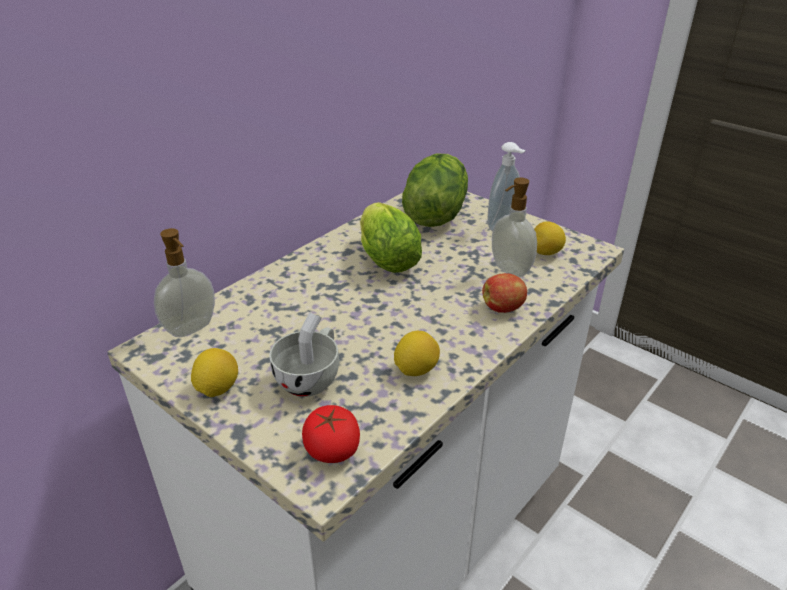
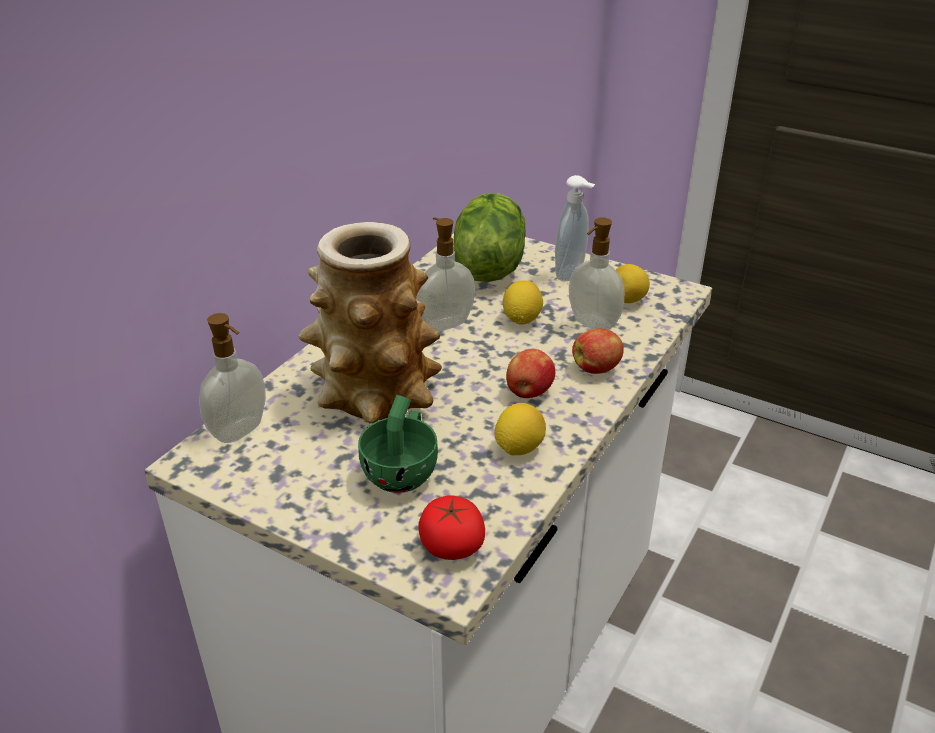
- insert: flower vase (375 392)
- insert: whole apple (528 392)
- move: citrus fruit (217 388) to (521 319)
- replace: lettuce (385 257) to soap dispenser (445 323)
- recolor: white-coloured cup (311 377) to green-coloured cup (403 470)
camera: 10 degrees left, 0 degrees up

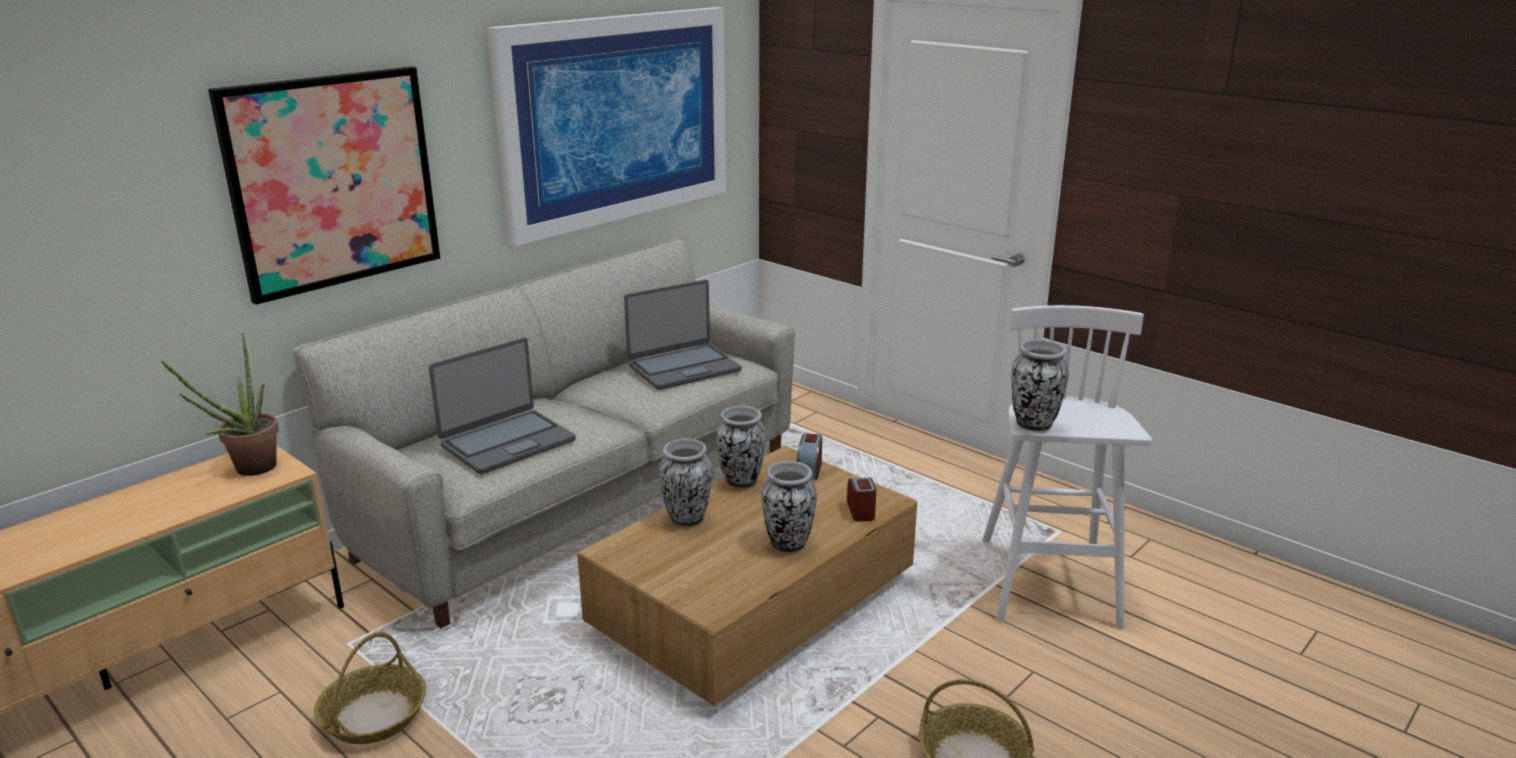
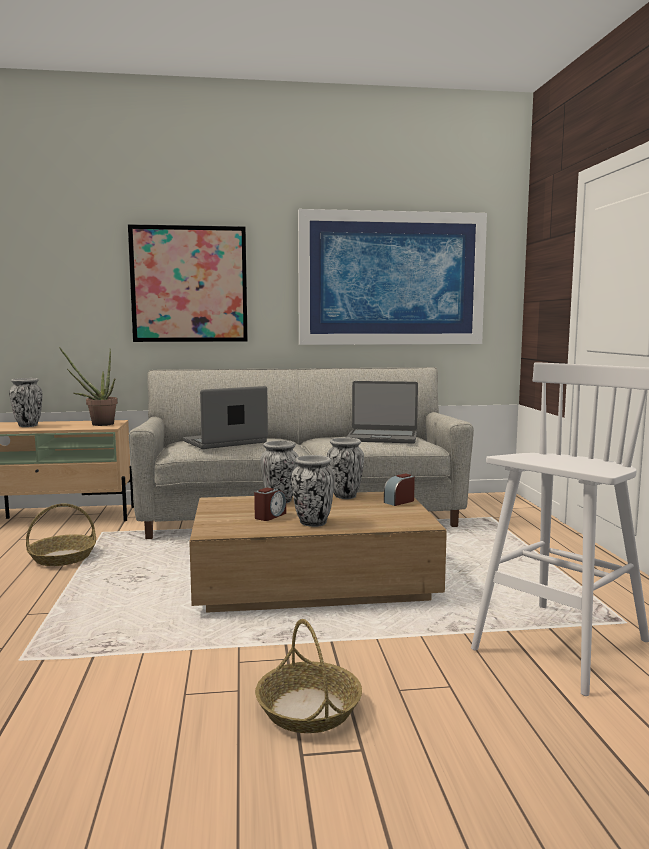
- move: table clock (861 511) to (270 516)
- move: flower vase (1033 425) to (27 426)
- rotate: notebook computer (507 443) = (225 442) 150 degrees clockwise
camera: 40 degrees right, 15 degrees down

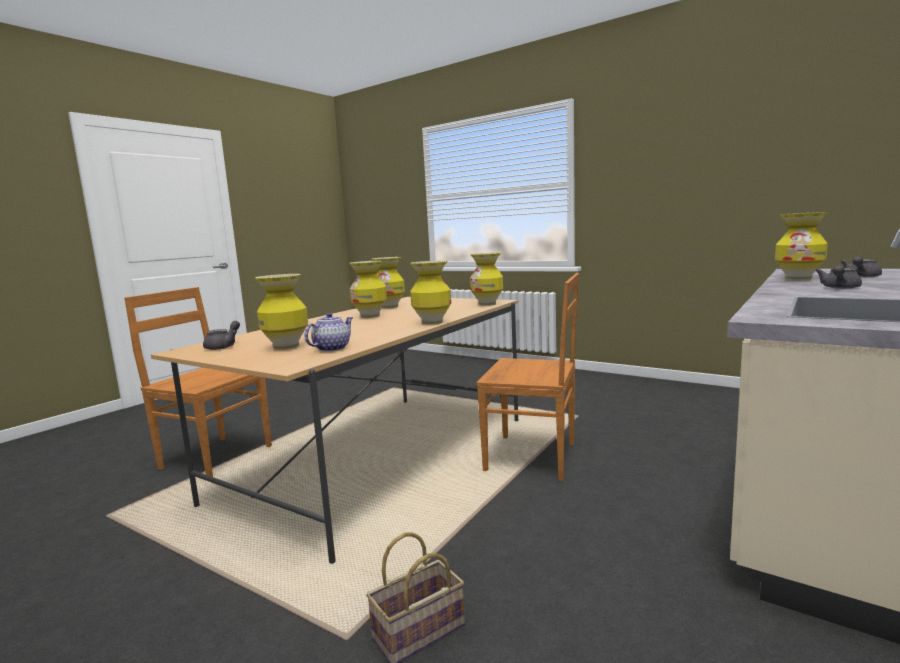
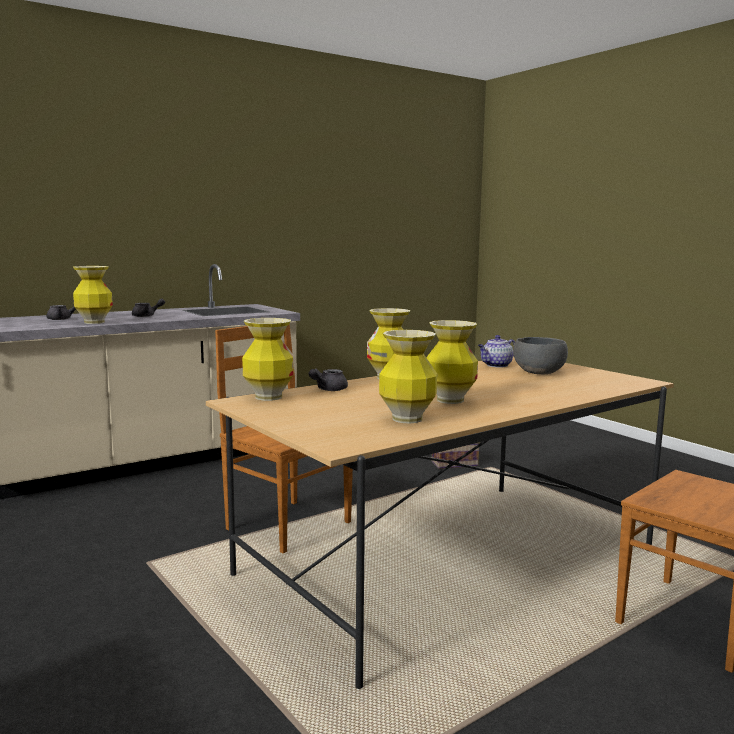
- move: grey tea pot (224 346) to (328 389)
- replace: flower vase (286 347) to grey deep dish (538 372)
camera: 160 degrees left, 0 degrees up

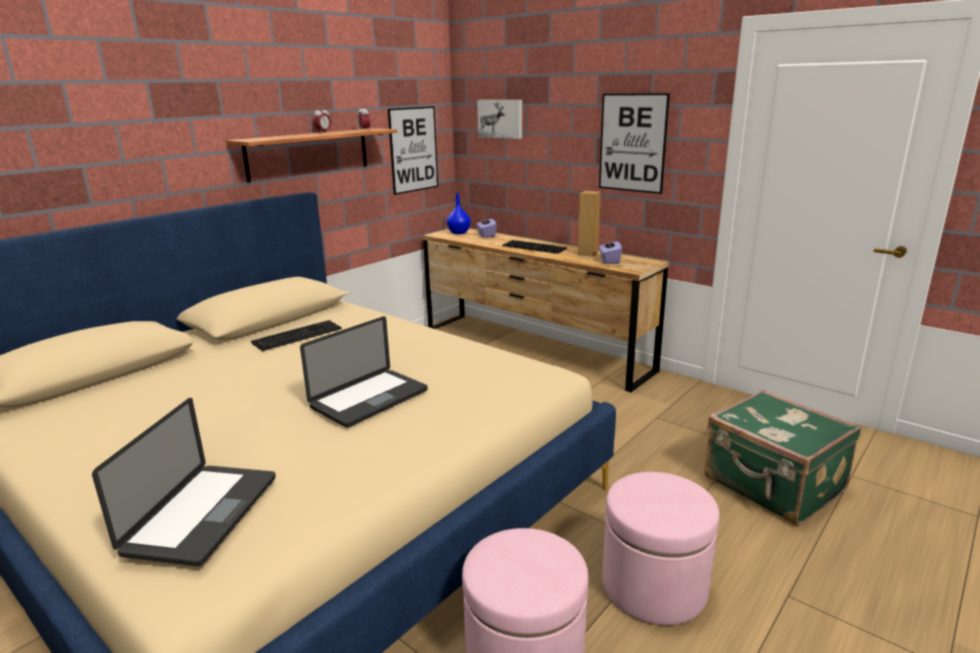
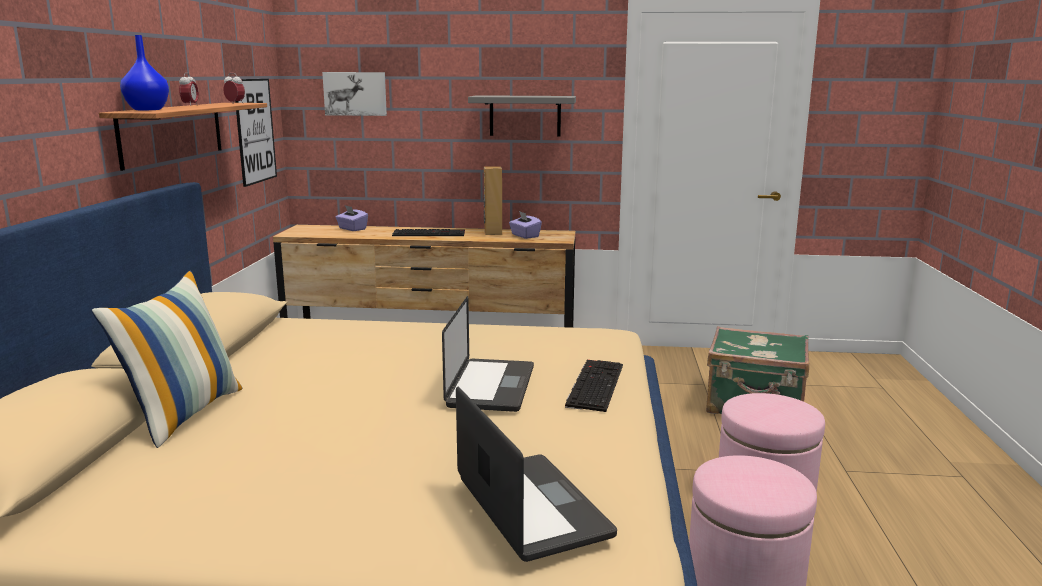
- insert: cushion (183 414)
- move: PC keyboard (298 335) to (594 384)
- move: bluish flower vase (459 233) to (148 109)
- replace: wall picture (632 143) to grey bracket shelf (525 115)
camera: 35 degrees left, 5 degrees down

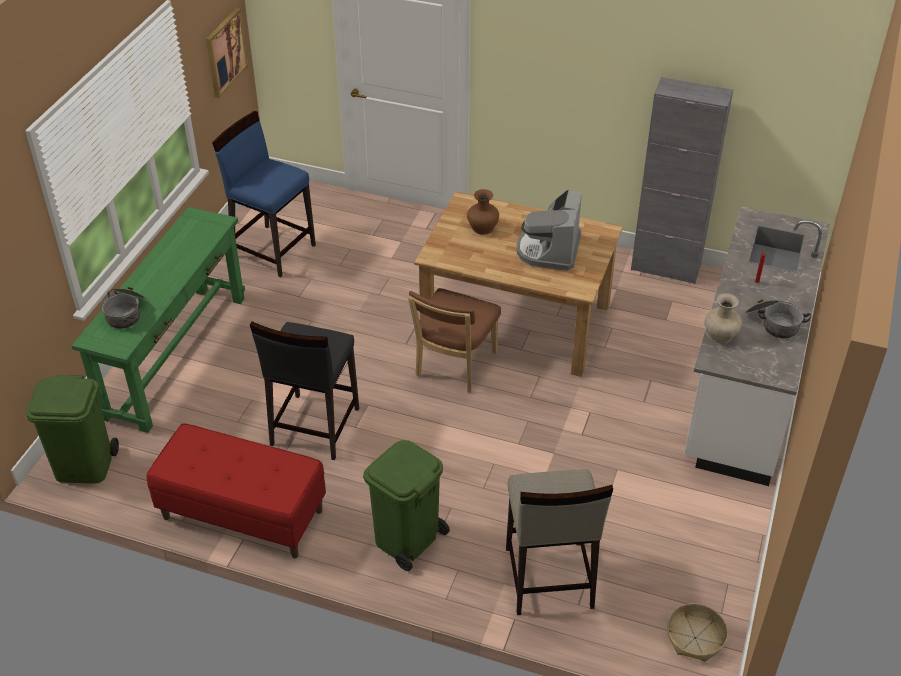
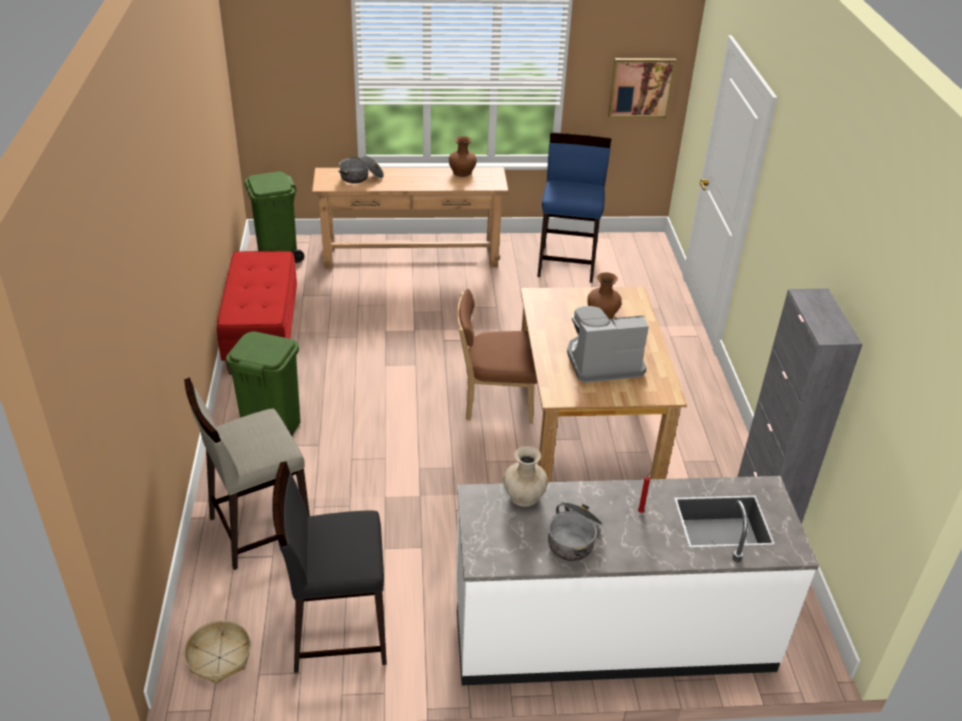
- insert: brown-coloured flower vase (461 172)
- move: black sitting stool (314 427) to (338 632)
- recolor: green-coloured narrow table (176 356) to brown-coloured narrow table (411 256)
camera: 65 degrees right, 5 degrees down

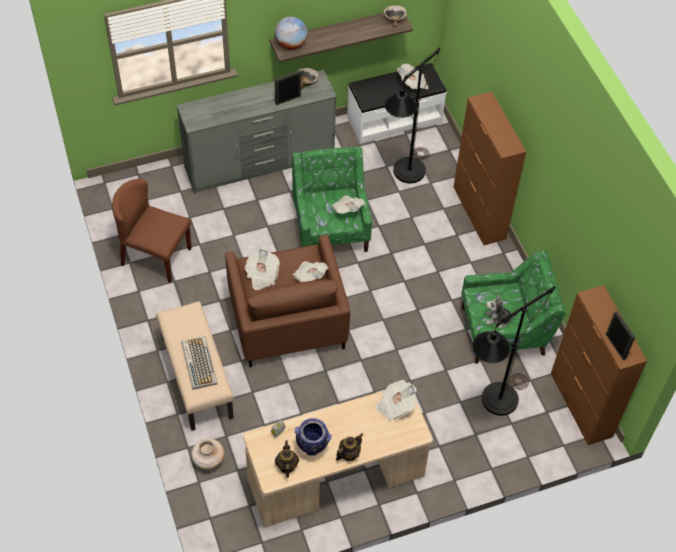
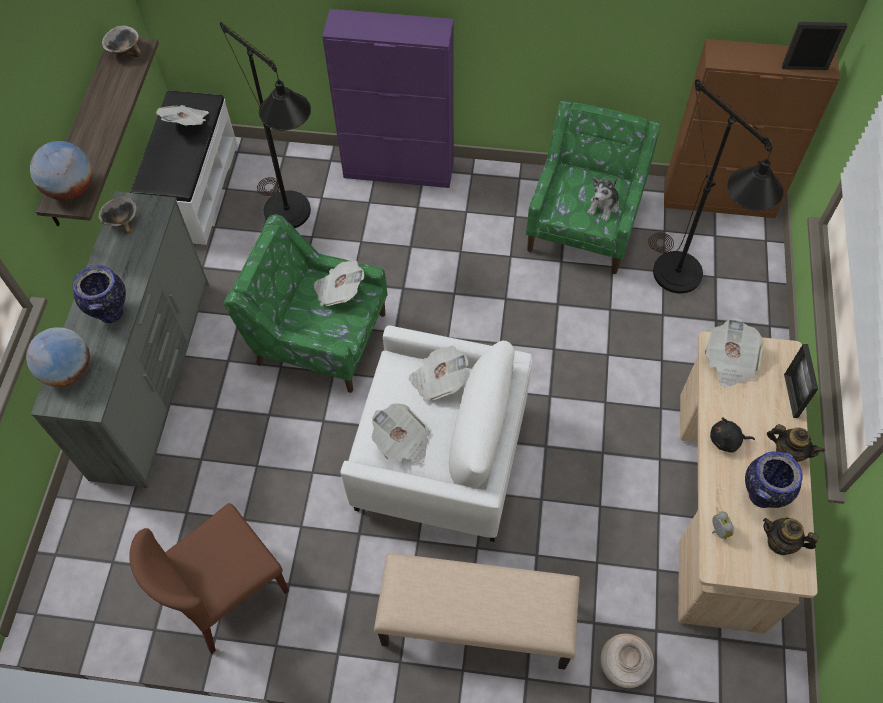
- delete: PC keyboard (198 363)
- insert: globe (68 371)
- insert: flower vase (111 312)
- insert: black soft toy (726 440)
- move: standing frame (288 99) to (791 395)
- recolor: brown-coloured easy chair (286 320) to white-coloured easy chair (440 458)
- recolor: brown-coloured storage cabinet (479 213) to purplish storage cabinet (399 170)
- rotate: tea pot (348 454) = (787 452) 135 degrees clockwise
camera: 60 degrees left, 5 degrees up

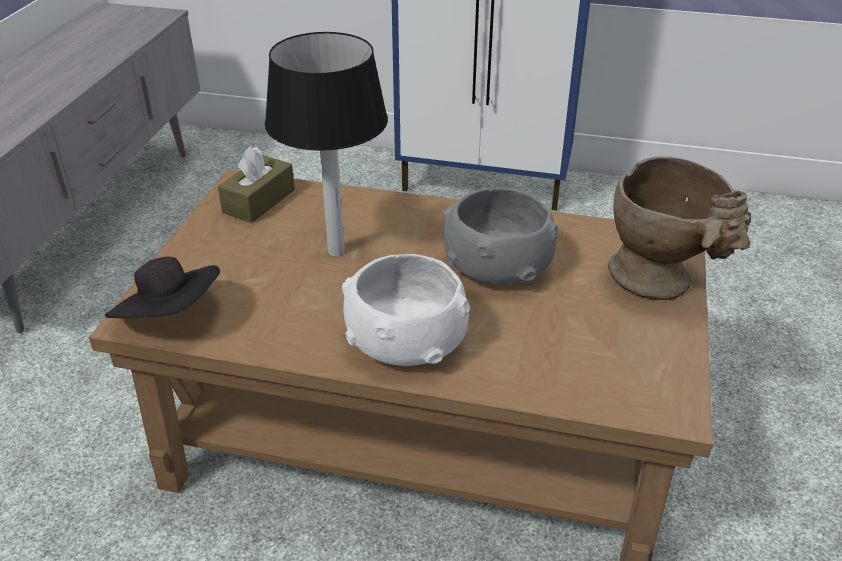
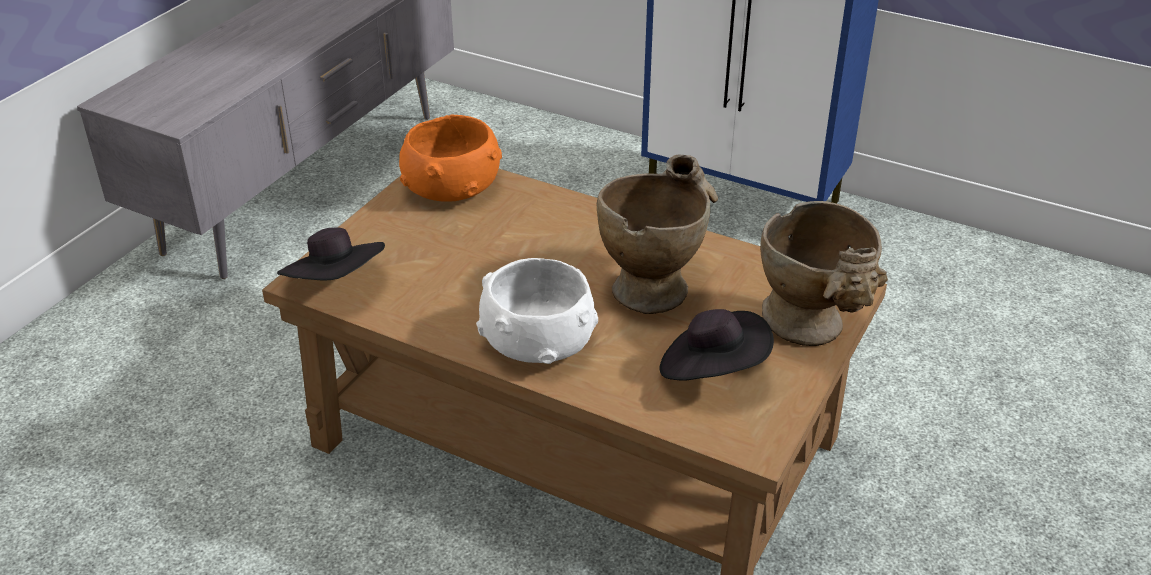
- delete: table lamp (335 251)
- insert: black clothing hat (712 370)
- replace: brown-coloured tissue holder (259 201) to orange-coloured deep dish (452 185)
- replace: grey deep dish (496 264) to beige-coloured flower vase (654 283)
camera: 15 degrees right, 0 degrees up

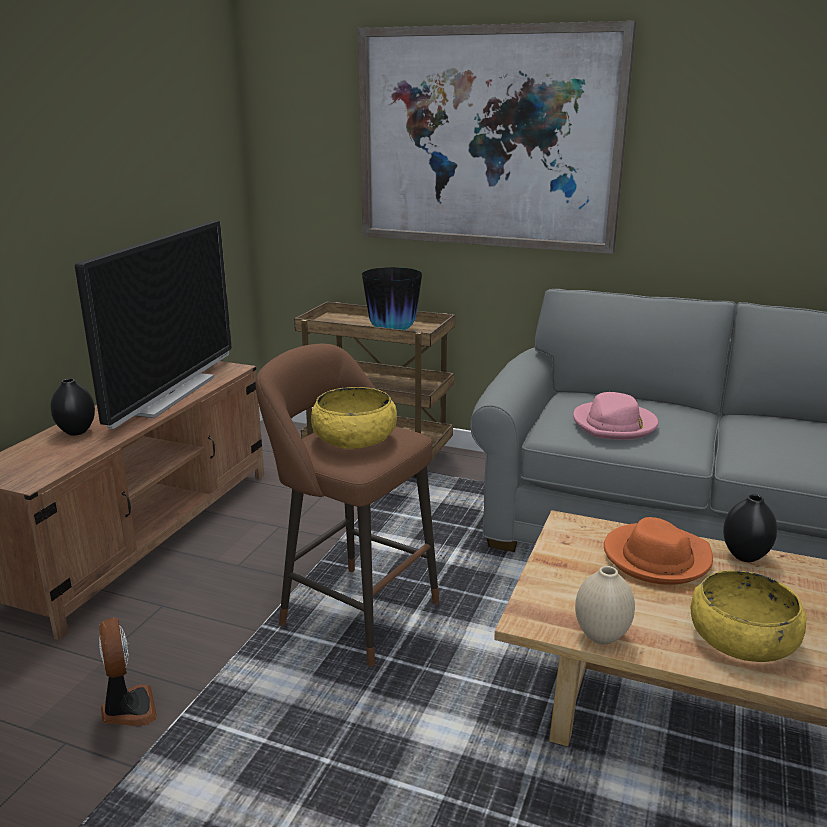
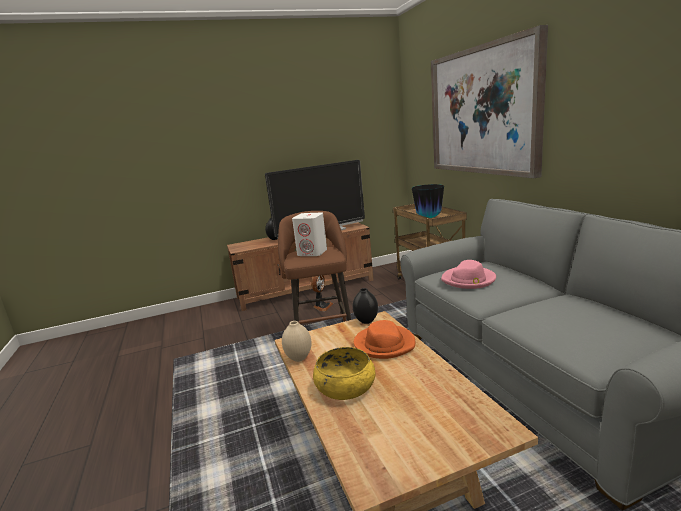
- move: fan (127 709) to (322 306)
- move: black flower vase (744 556) to (366 321)
- replace: yellow-coloured deep dish (354 438) to white-coloured audio speaker (312 252)
camera: 50 degrees right, 5 degrees down

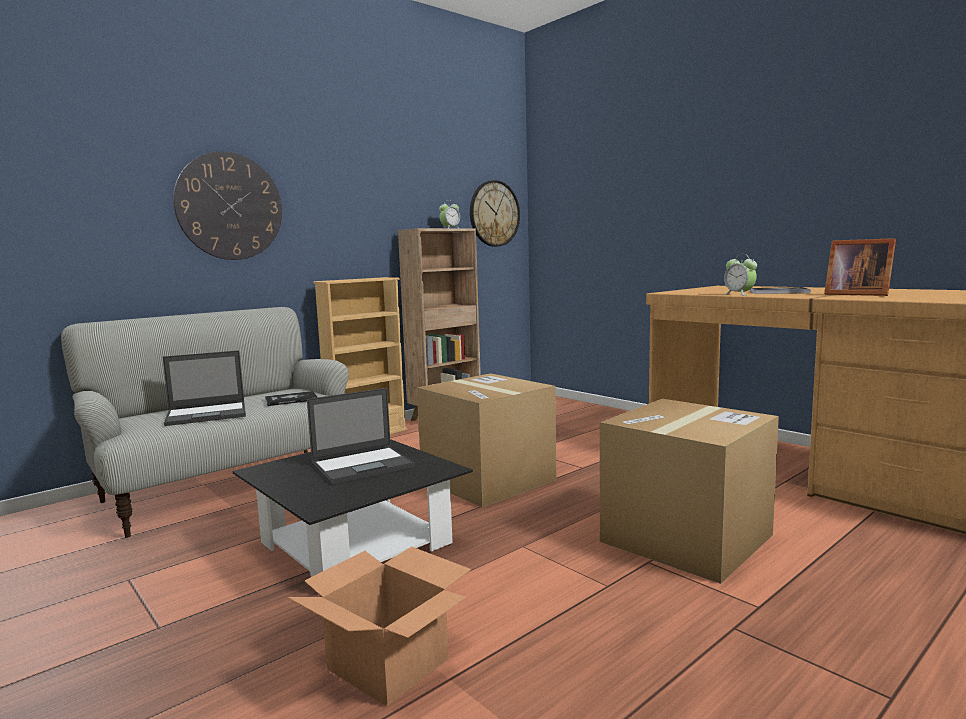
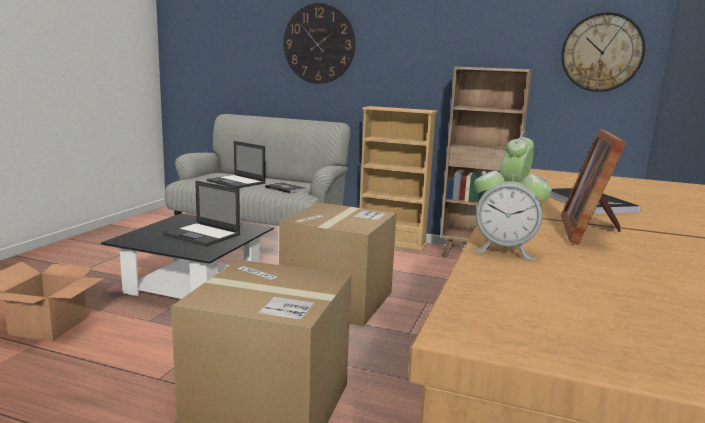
- move: table clock (450 229) to (504 250)
camera: 60 degrees right, 5 degrees up

